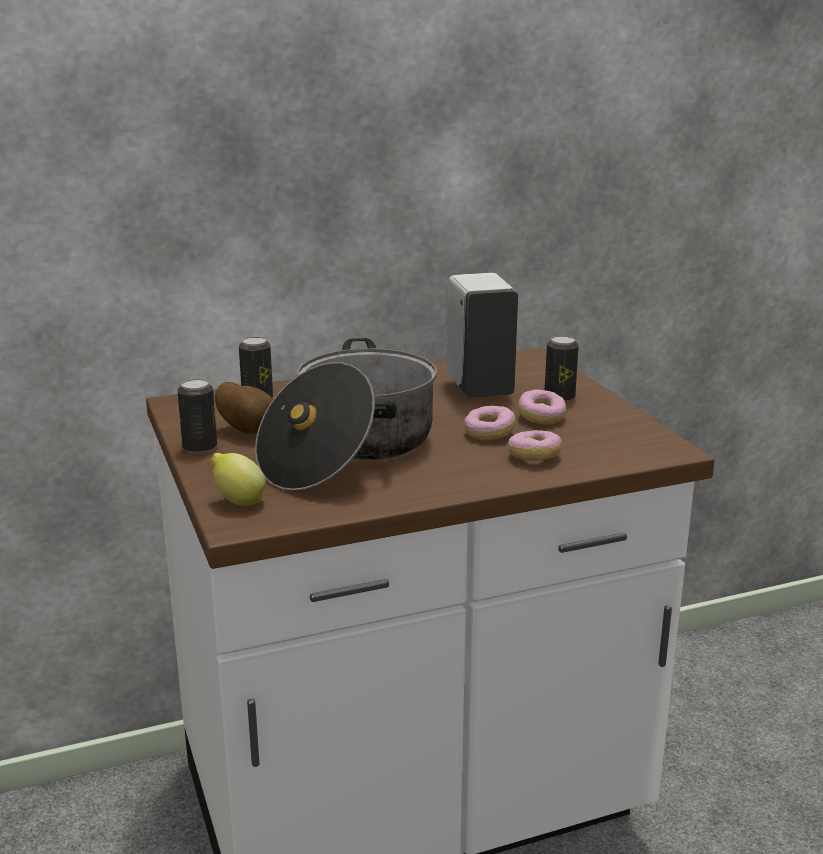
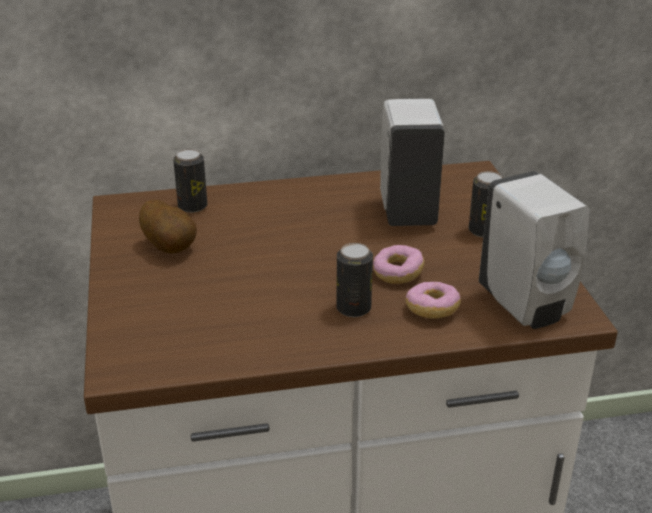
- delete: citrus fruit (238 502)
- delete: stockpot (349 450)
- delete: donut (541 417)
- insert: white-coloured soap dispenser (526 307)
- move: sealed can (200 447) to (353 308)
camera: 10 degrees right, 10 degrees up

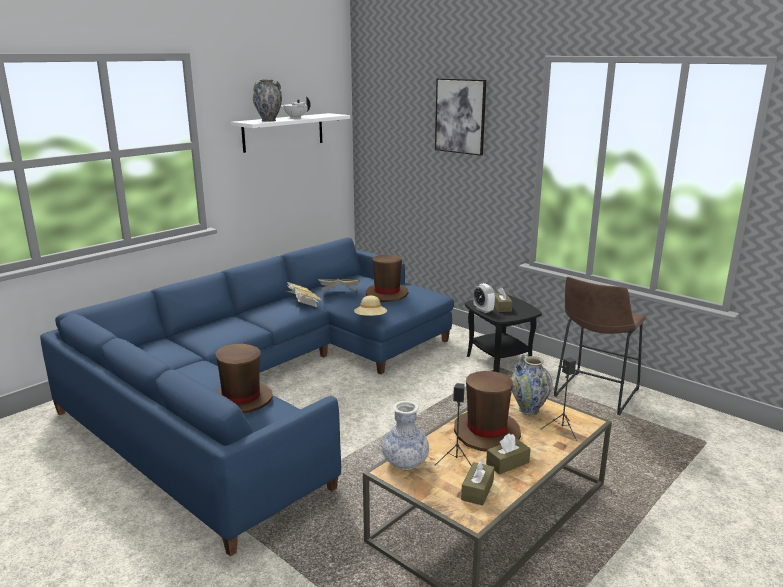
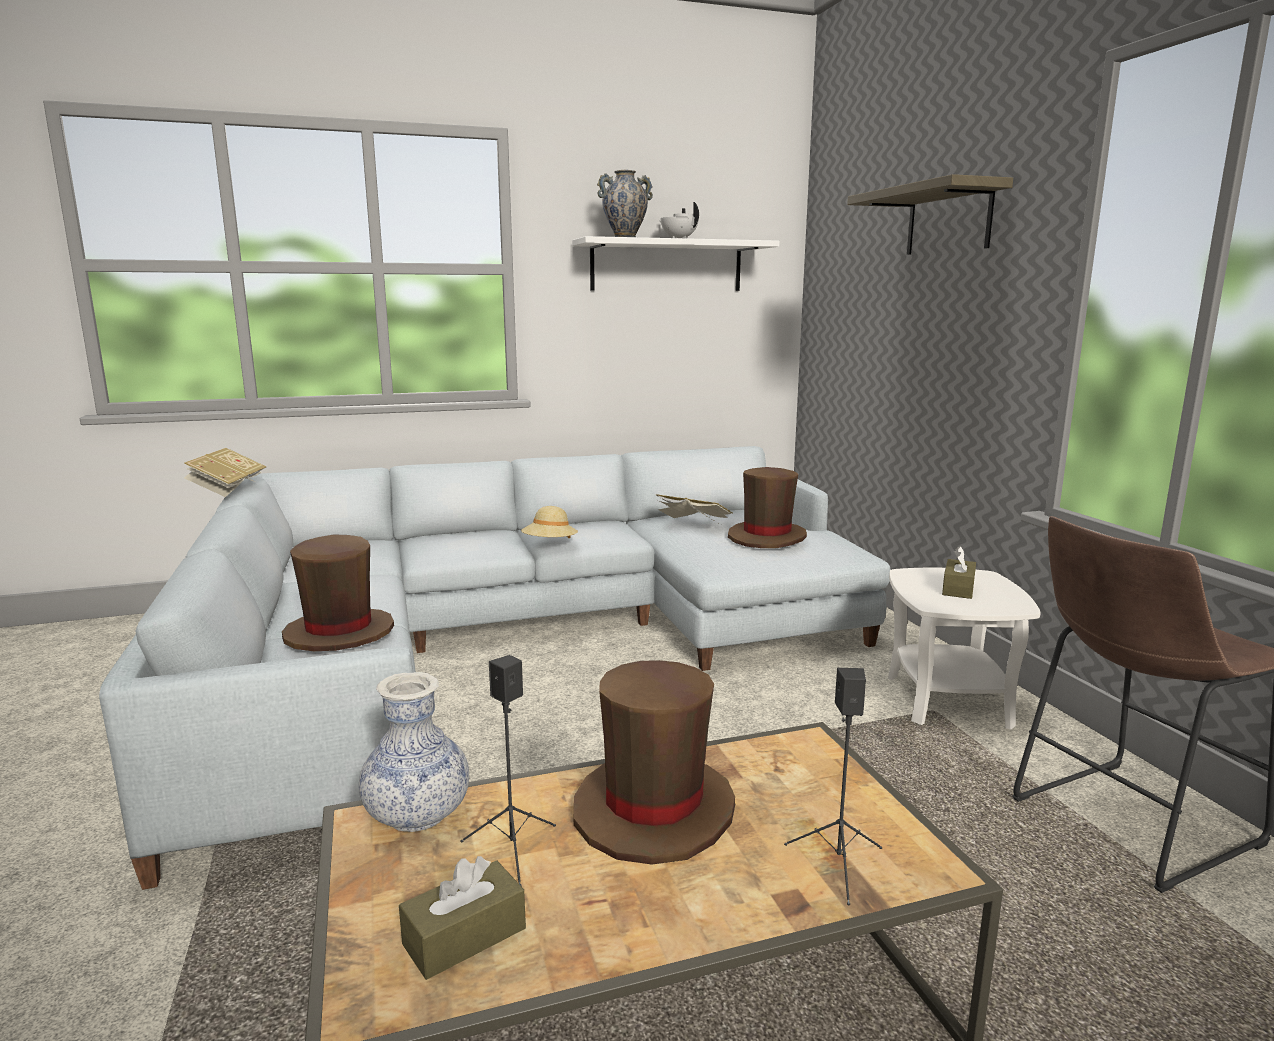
- delete: table clock (483 310)
- delete: brown-coloured tissue holder (507 463)
- delete: flower vase (529 410)
- move: volume (303 303) to (227 489)
- move: beige-coloured clothing hat (370 318) to (550 544)
- replace: wall picture (460 116) to bracket shelf (948 220)
- recolor: bluish couch (268 384) to grey couch (519 644)
- recolor: black side table (499 361) to white-coloured side table (948 701)
camera: 30 degrees right, 5 degrees down

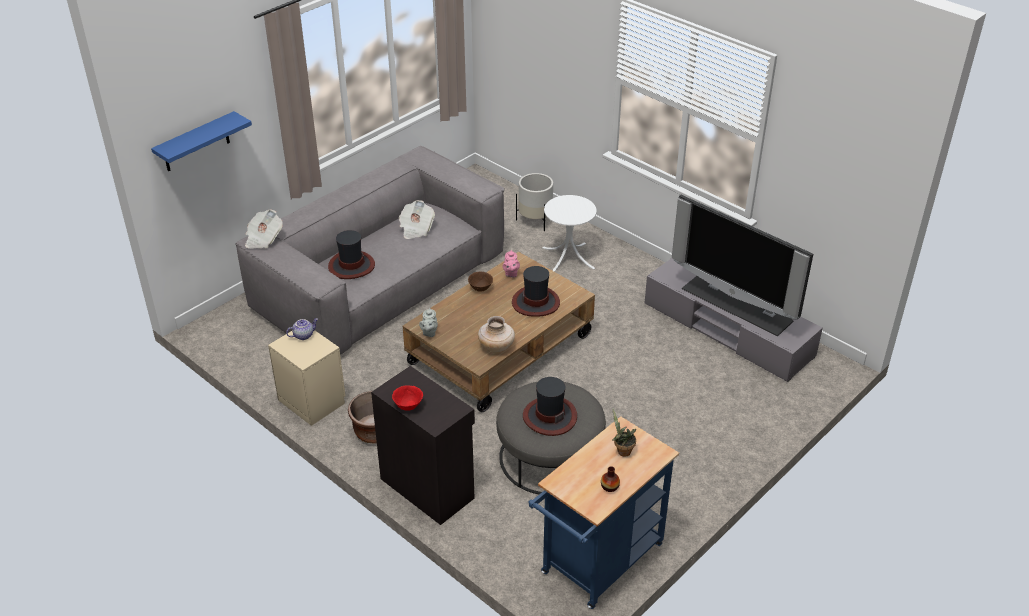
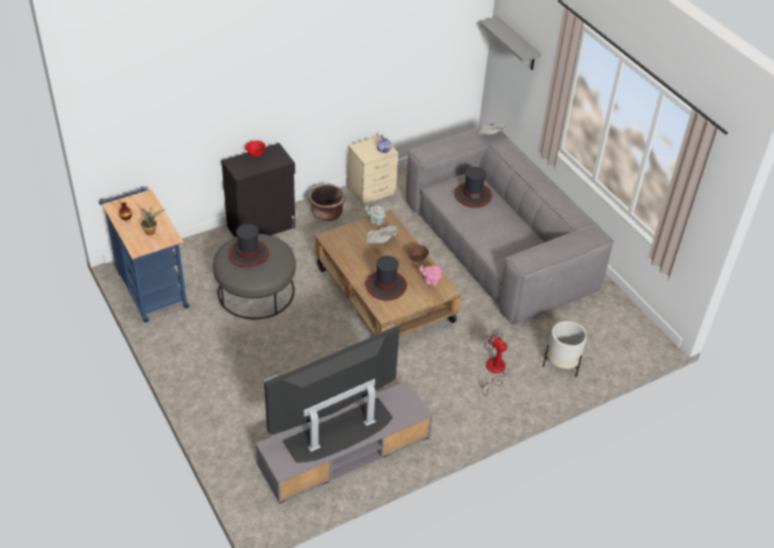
- delete: beige-coloured flower vase (496 347)
- move: daily paper (416 228) to (380 241)
- replace: white-coloured side table (568 258) to fan (494 371)
- recolor: bluish bracket shelf (196 142) to grey bracket shelf (518 45)
camera: 105 degrees right, 5 degrees up

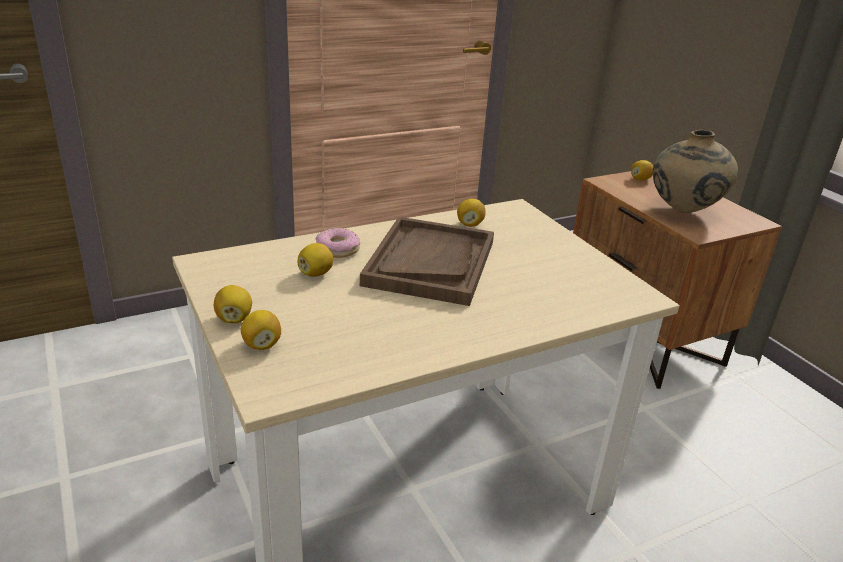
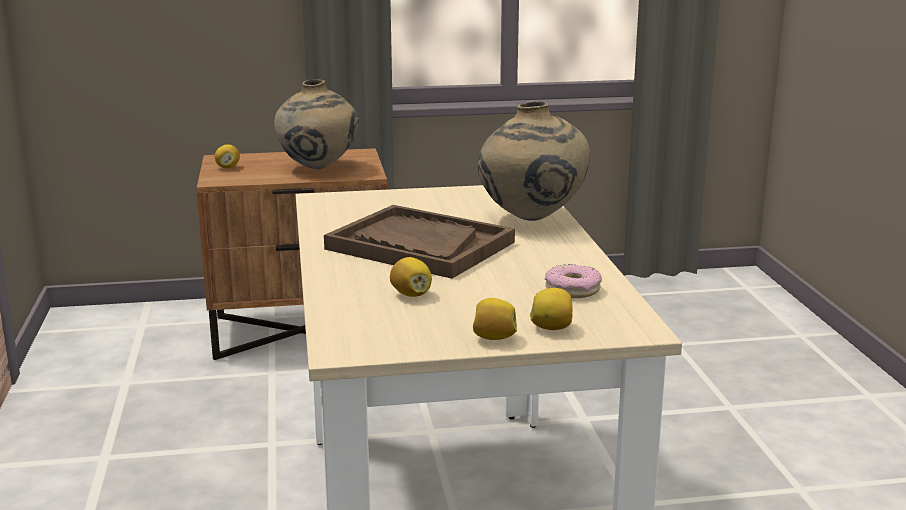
- delete: citrus fruit (470 224)
- insert: beige-coloured flower vase (531 220)
- move: donut (338 249) to (572 290)
camera: 70 degrees left, 10 degrees down

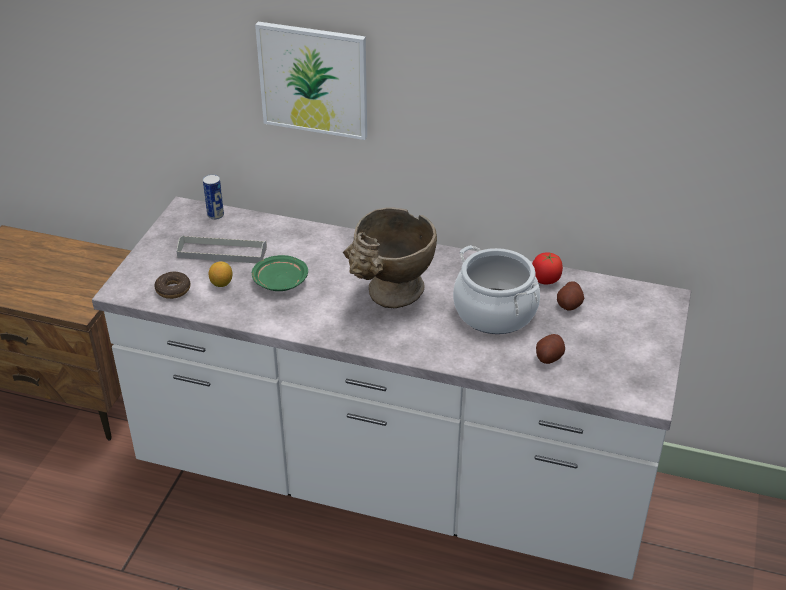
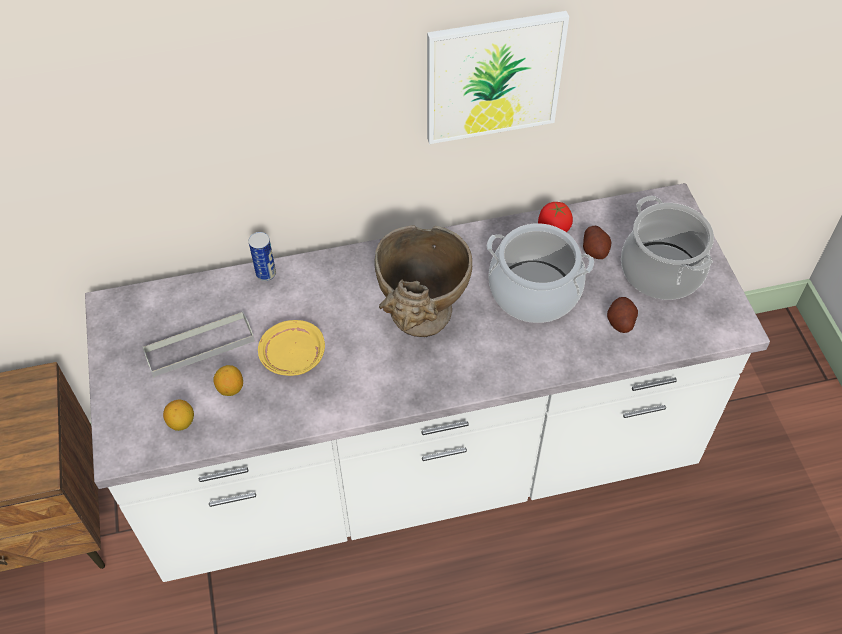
- insert: stockpot (661 271)
- move: sealed can (215 215) to (266 274)
- move: wall picture (313 80) to (493 77)
- replace: donut (173 289) to citrus fruit (182 422)
- recolor: green-coloured plate (279 281) to yellow-coloured plate (292 355)
camera: 30 degrees left, 15 degrees up

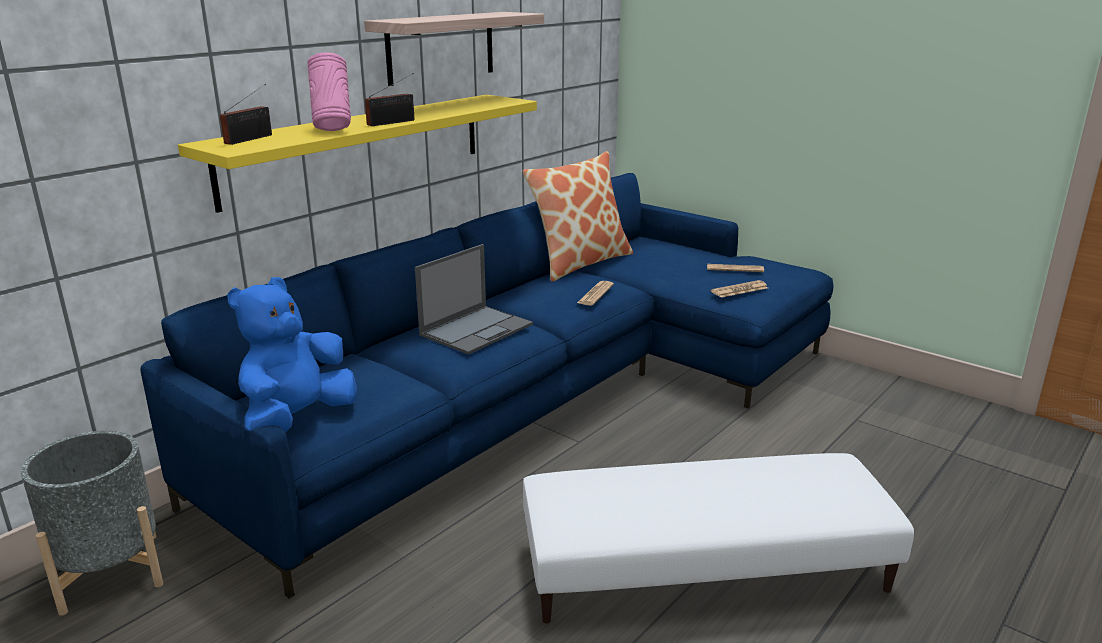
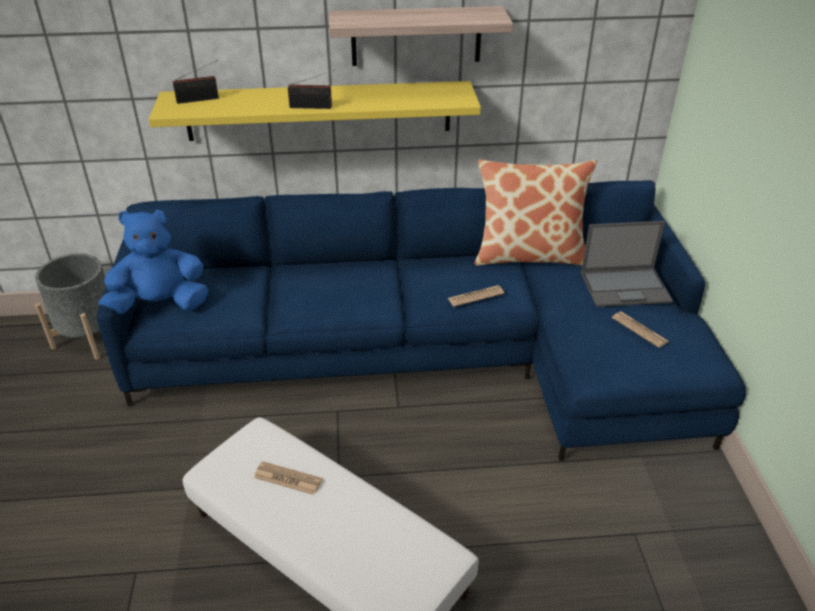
- delete: pinkish flower vase (333 129)
- move: notebook computer (477 329) to (626 287)
- move: daily paper (739 290) to (288 478)
camera: 45 degrees right, 15 degrees up

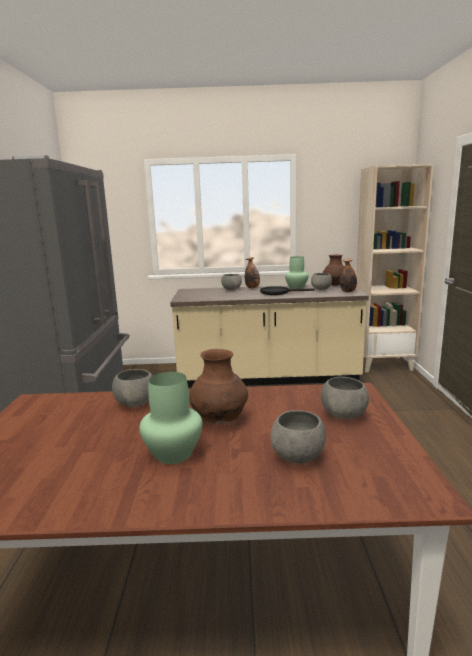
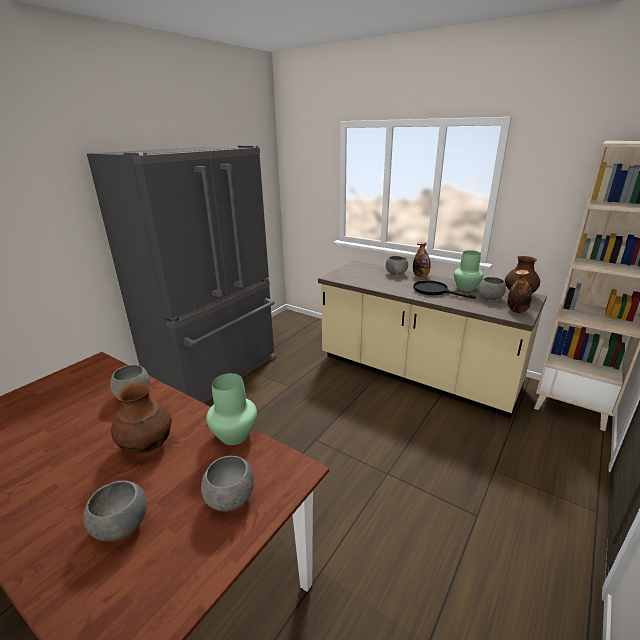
- move: green-coloured flower vase (174 453) to (235 435)
camera: 35 degrees right, 10 degrees up

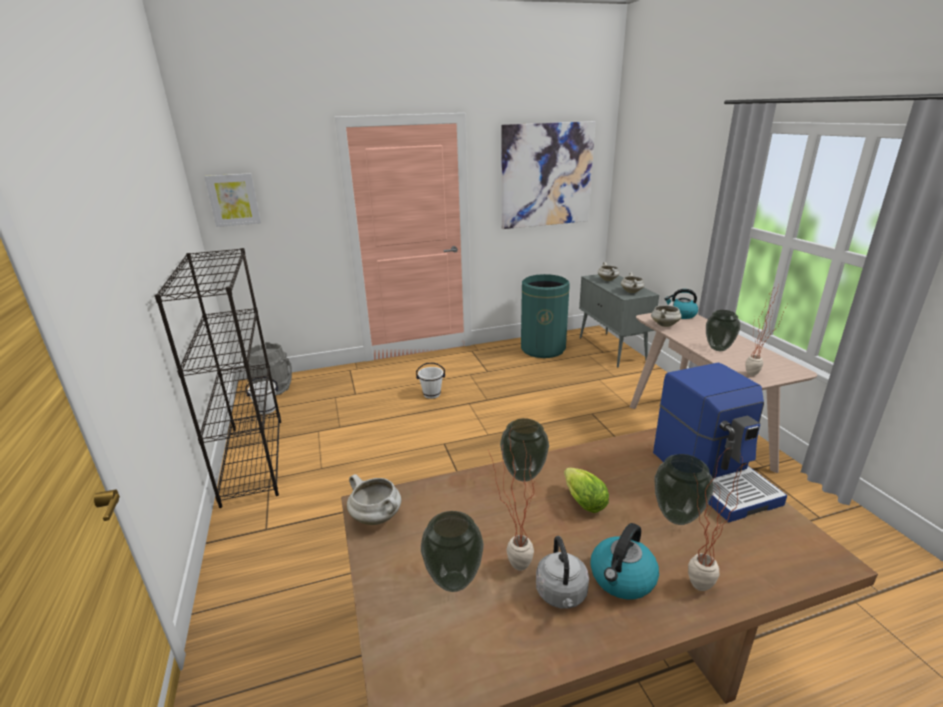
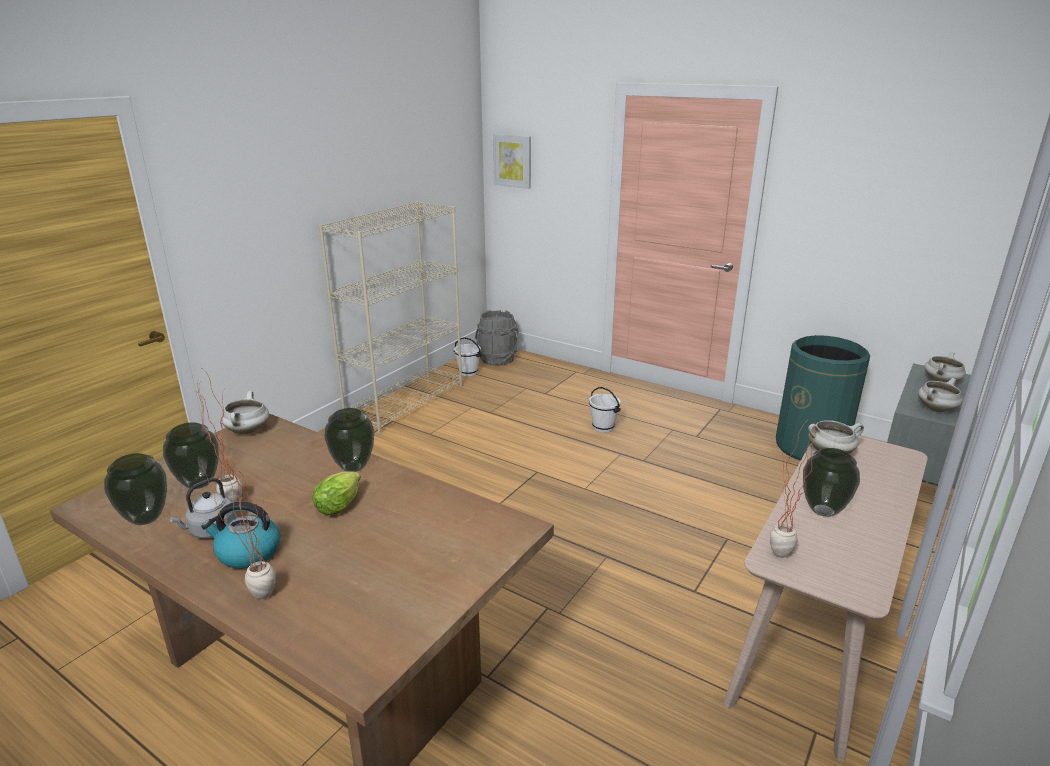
- delete: wall picture (546 175)
- delete: coffee brewer (713 476)
- delete: water kettle (681 315)
- move: flower vase (677 516) to (147 518)
- recolor: black bookcase (253 459) to beige-coloured bookcase (406 402)
camera: 50 degrees right, 0 degrees up

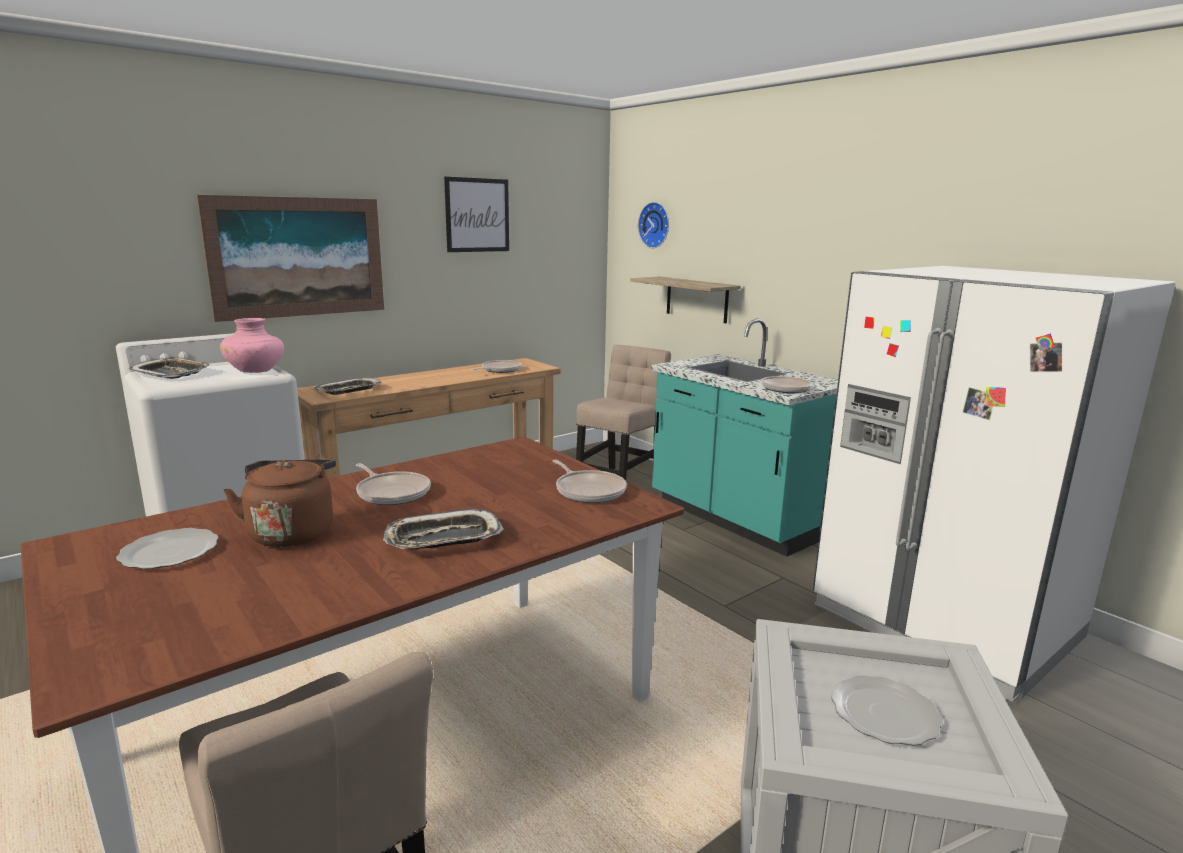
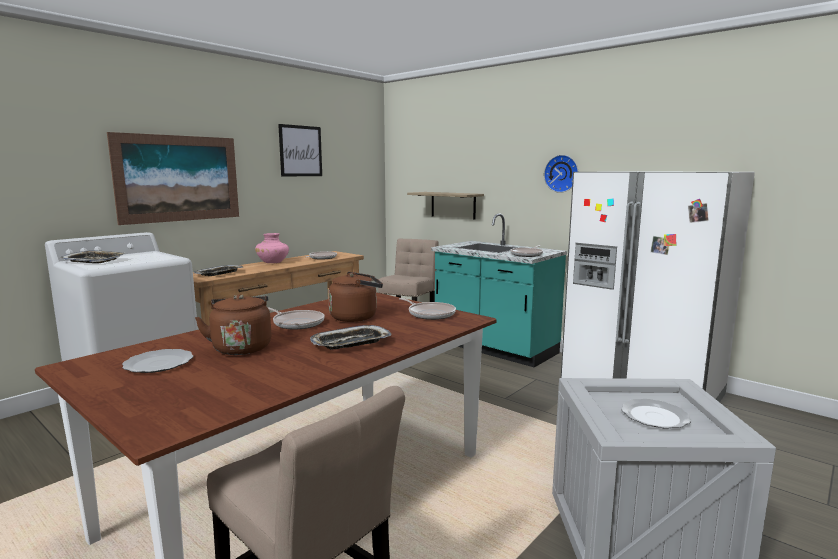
- insert: brown-coloured water kettle (356 317)
- move: pinkish flower vase (256 371) to (273 262)
- move: hanging clock (655 225) to (562 173)
camera: 10 degrees left, 5 degrees down

